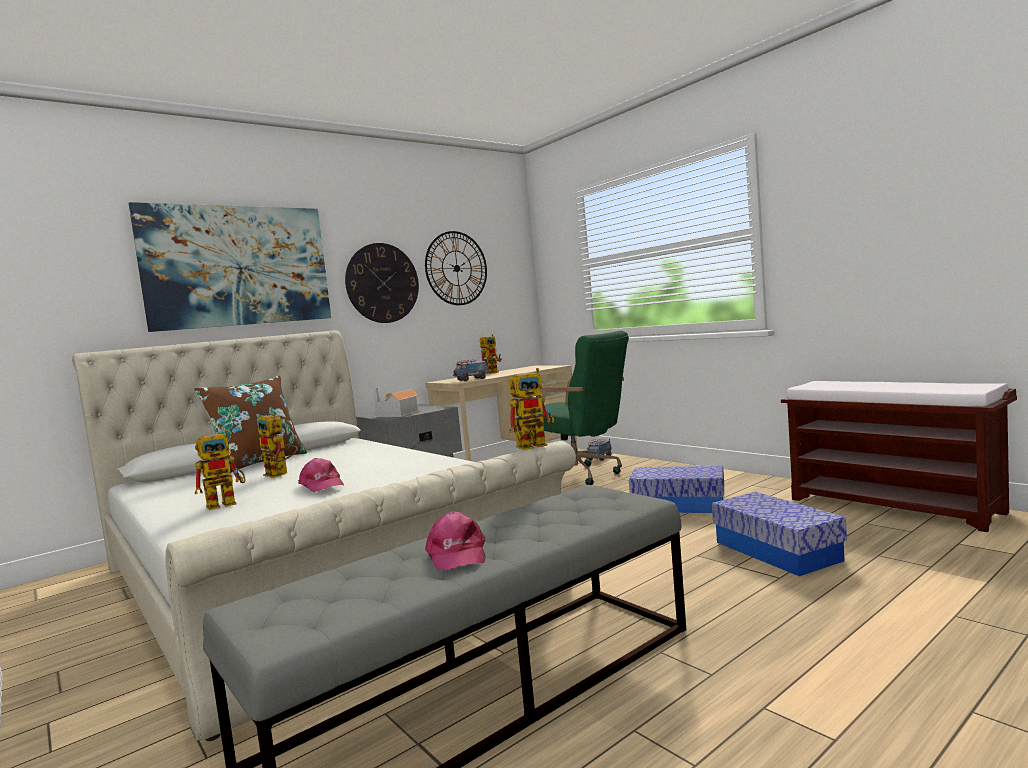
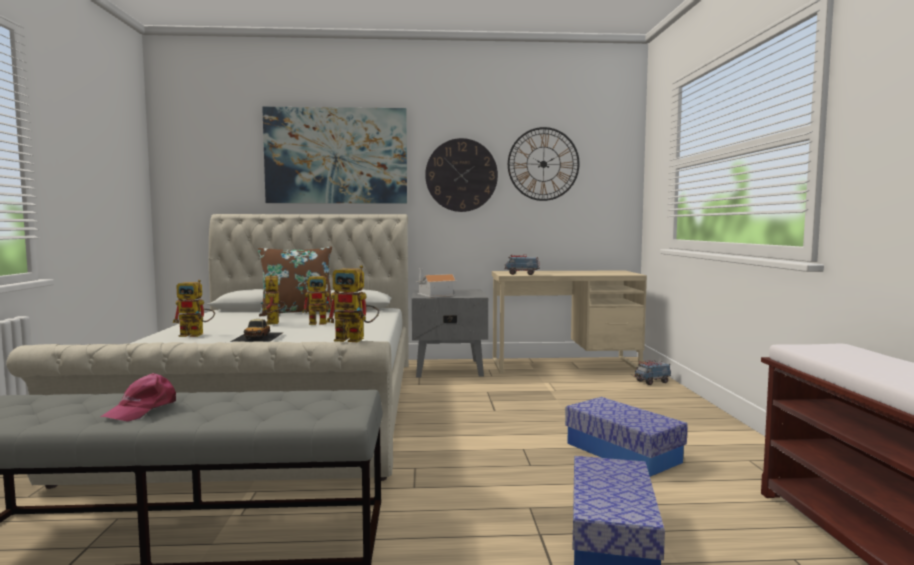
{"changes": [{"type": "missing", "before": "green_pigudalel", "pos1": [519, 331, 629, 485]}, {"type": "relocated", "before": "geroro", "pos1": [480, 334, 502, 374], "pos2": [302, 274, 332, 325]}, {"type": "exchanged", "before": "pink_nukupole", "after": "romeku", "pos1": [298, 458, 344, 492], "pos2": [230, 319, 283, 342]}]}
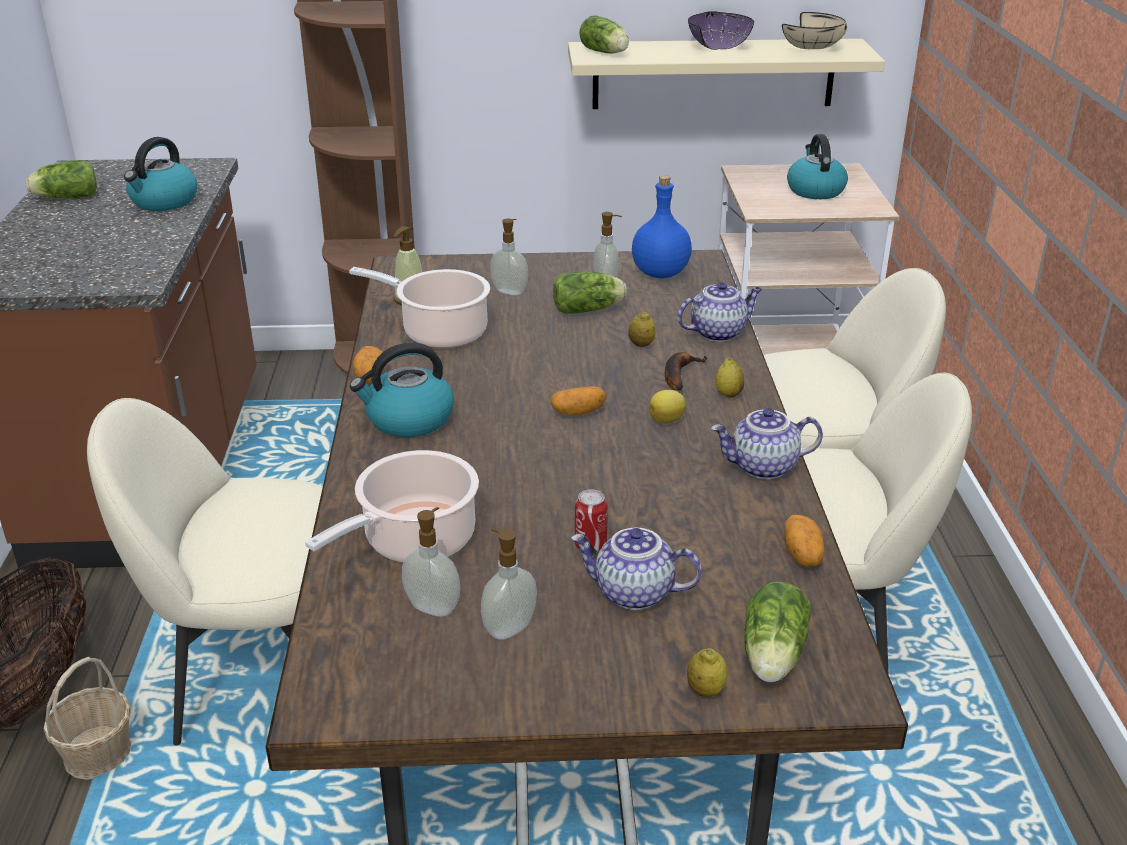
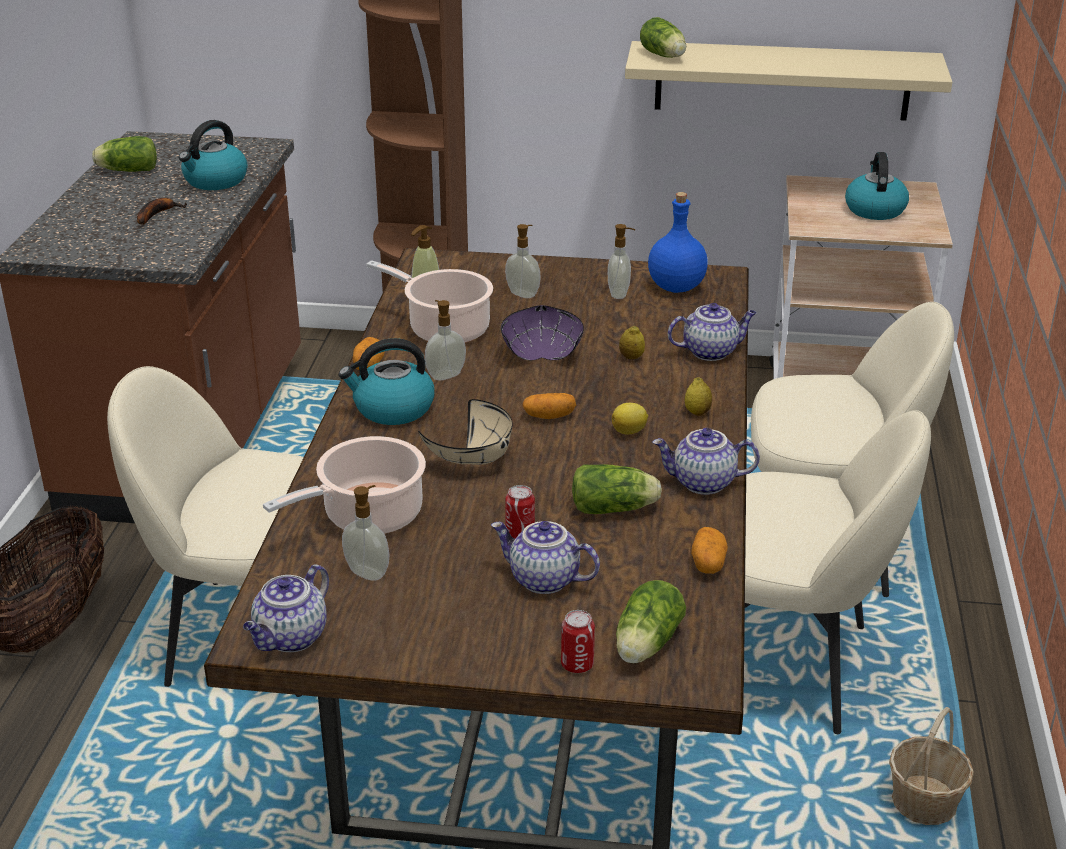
{"changes": [{"type": "relocated", "before": "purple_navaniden", "pos1": [688, 11, 754, 50], "pos2": [501, 305, 584, 360]}, {"type": "relocated", "before": "beige_navaniden", "pos1": [782, 12, 847, 49], "pos2": [418, 399, 512, 465]}, {"type": "relocated", "before": "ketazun", "pos1": [553, 272, 627, 314], "pos2": [572, 465, 662, 514]}, {"type": "relocated", "before": "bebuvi", "pos1": [665, 352, 708, 391], "pos2": [137, 198, 187, 225]}, {"type": "relocated", "before": "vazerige", "pos1": [481, 528, 537, 640], "pos2": [425, 300, 466, 380]}, {"type": "exchanged", "before": "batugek", "after": "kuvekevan", "pos1": [687, 648, 727, 697], "pos2": [561, 610, 595, 673]}, {"type": "relocated", "before": "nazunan", "pos1": [44, 657, 131, 780], "pos2": [889, 707, 974, 825]}, {"type": "appeared", "after": "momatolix", "pos2": [243, 564, 329, 652]}]}
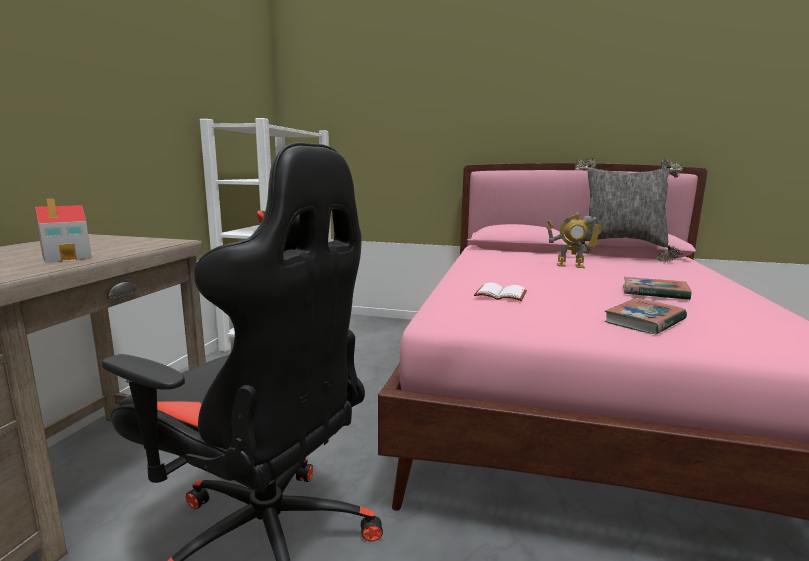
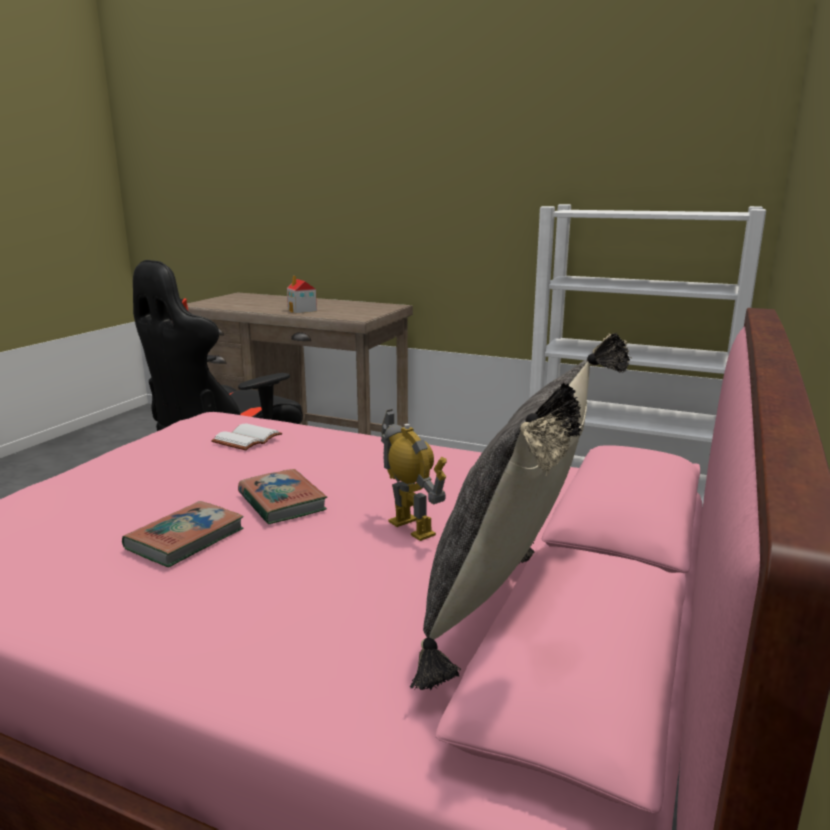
{"changes": [{"type": "spun", "before": "geroro", "pos1": [546, 209, 603, 268], "pos2": [381, 409, 447, 541], "turn": 120}, {"type": "relocated", "before": "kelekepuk", "pos1": [605, 298, 687, 334], "pos2": [238, 469, 327, 525]}]}
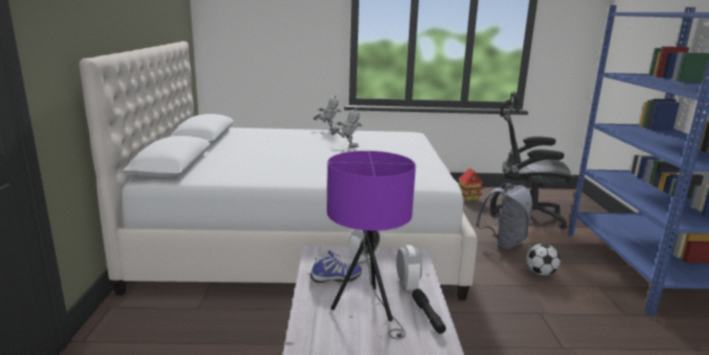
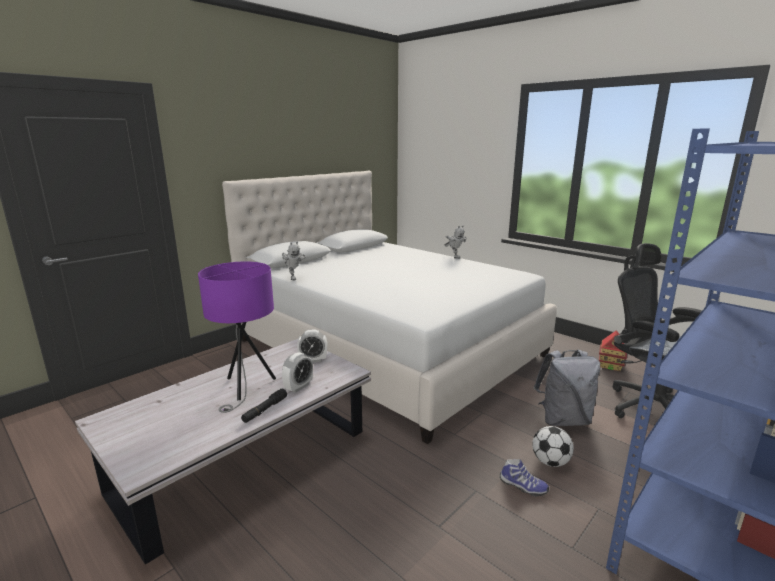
{"changes": [{"type": "relocated", "before": "geroro", "pos1": [330, 108, 363, 148], "pos2": [282, 242, 305, 281]}, {"type": "relocated", "before": "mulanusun", "pos1": [310, 250, 362, 283], "pos2": [500, 459, 549, 497]}]}
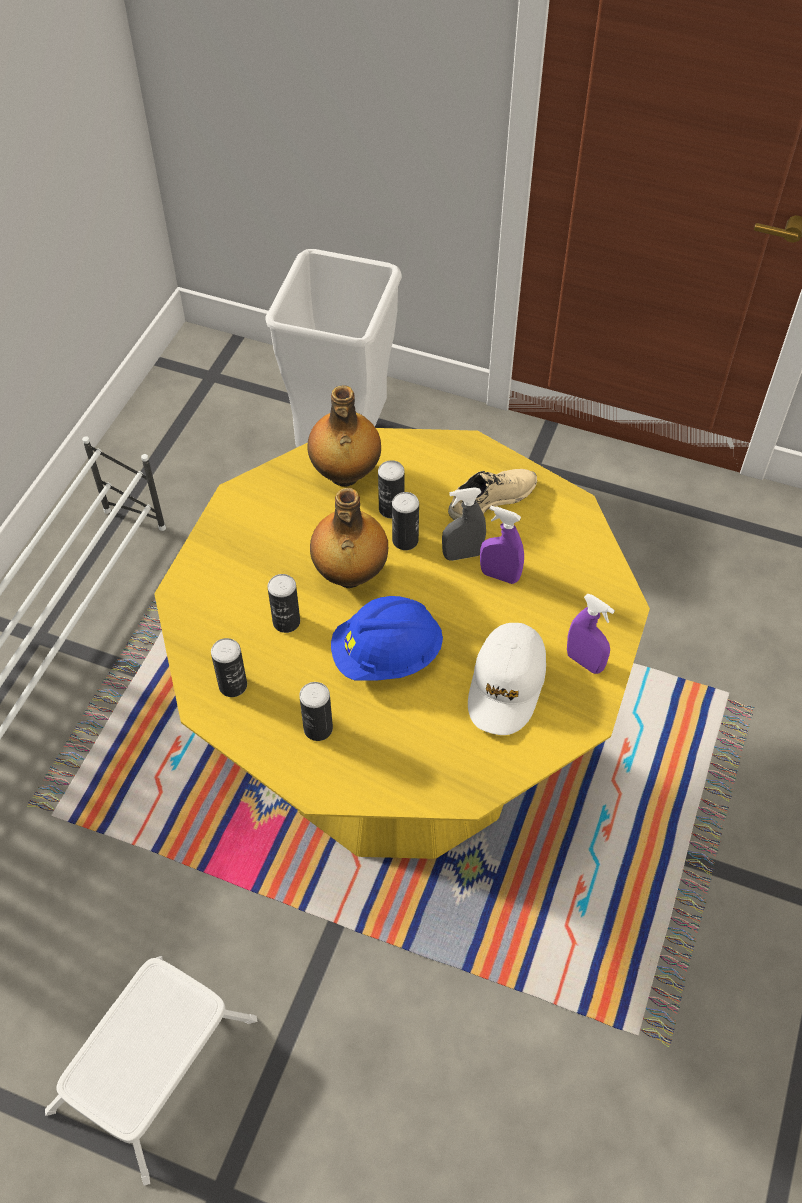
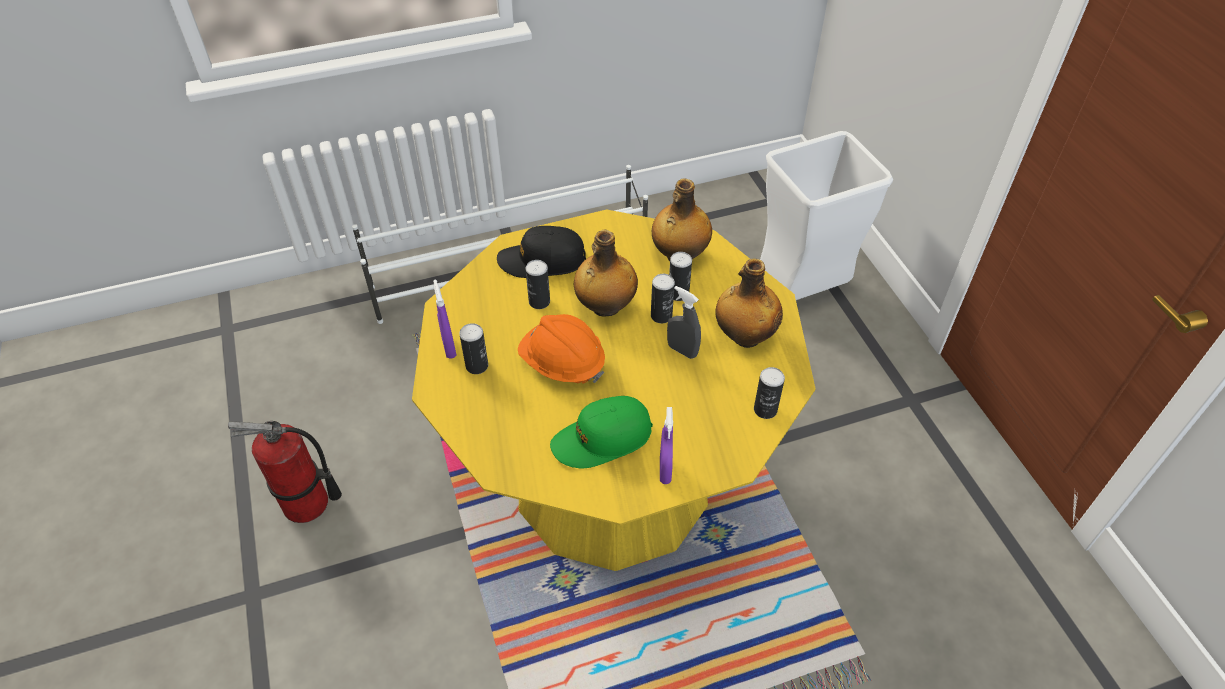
{"changes": [{"type": "exchanged", "before": "beige_mulanusun", "after": "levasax", "pos1": [448, 469, 537, 520], "pos2": [715, 258, 783, 348]}, {"type": "relocated", "before": "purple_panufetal", "pos1": [480, 506, 524, 584], "pos2": [433, 279, 456, 359]}, {"type": "colour", "before": "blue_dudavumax", "after": "orange_dudavumax", "pos1": [331, 596, 443, 681], "pos2": [518, 314, 605, 383]}, {"type": "colour", "before": "white_nukupole", "after": "green_nukupole", "pos1": [468, 623, 546, 735], "pos2": [550, 396, 653, 468]}, {"type": "relocated", "before": "kuvekevan", "pos1": [211, 638, 247, 697], "pos2": [754, 367, 785, 419]}, {"type": "exchanged", "before": "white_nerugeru", "after": "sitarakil", "pos1": [45, 956, 257, 1185], "pos2": [228, 421, 342, 523]}, {"type": "appeared", "after": "black_nukupole", "pos2": [497, 226, 586, 278]}]}
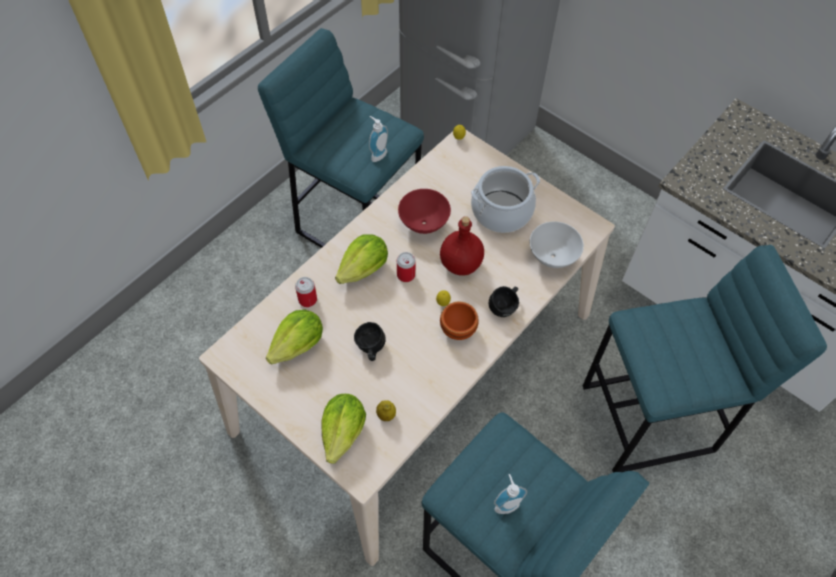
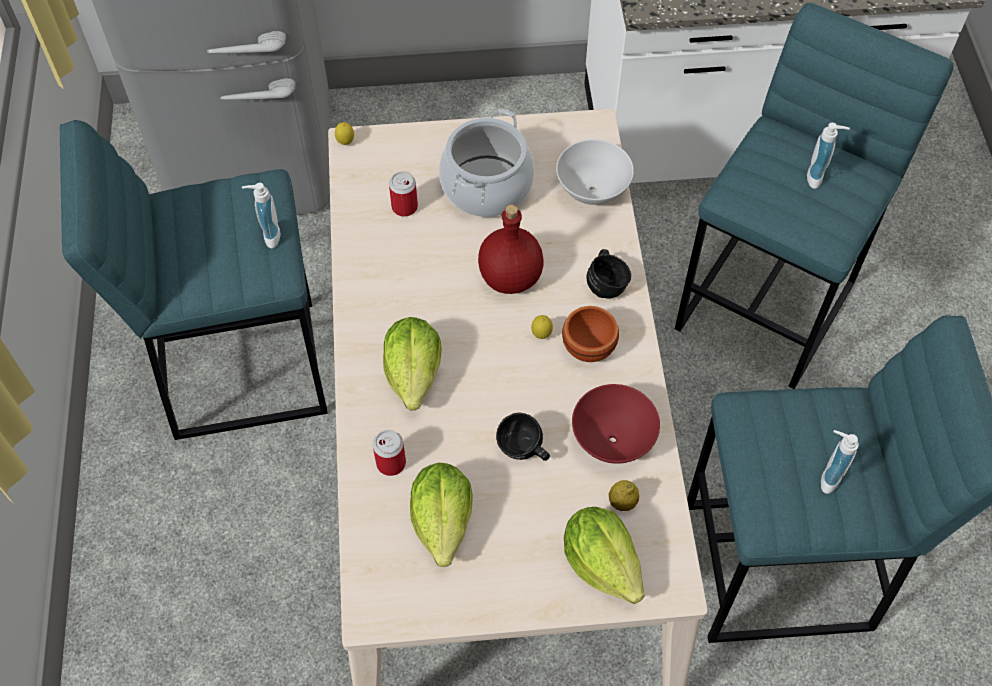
{"changes": [{"type": "relocated", "before": "red_navaniden", "pos1": [398, 189, 451, 234], "pos2": [572, 384, 660, 464]}, {"type": "relocated", "before": "kuvekevan", "pos1": [397, 252, 415, 282], "pos2": [389, 171, 418, 217]}, {"type": "appeared", "after": "vazerige", "pos2": [807, 123, 850, 189]}]}
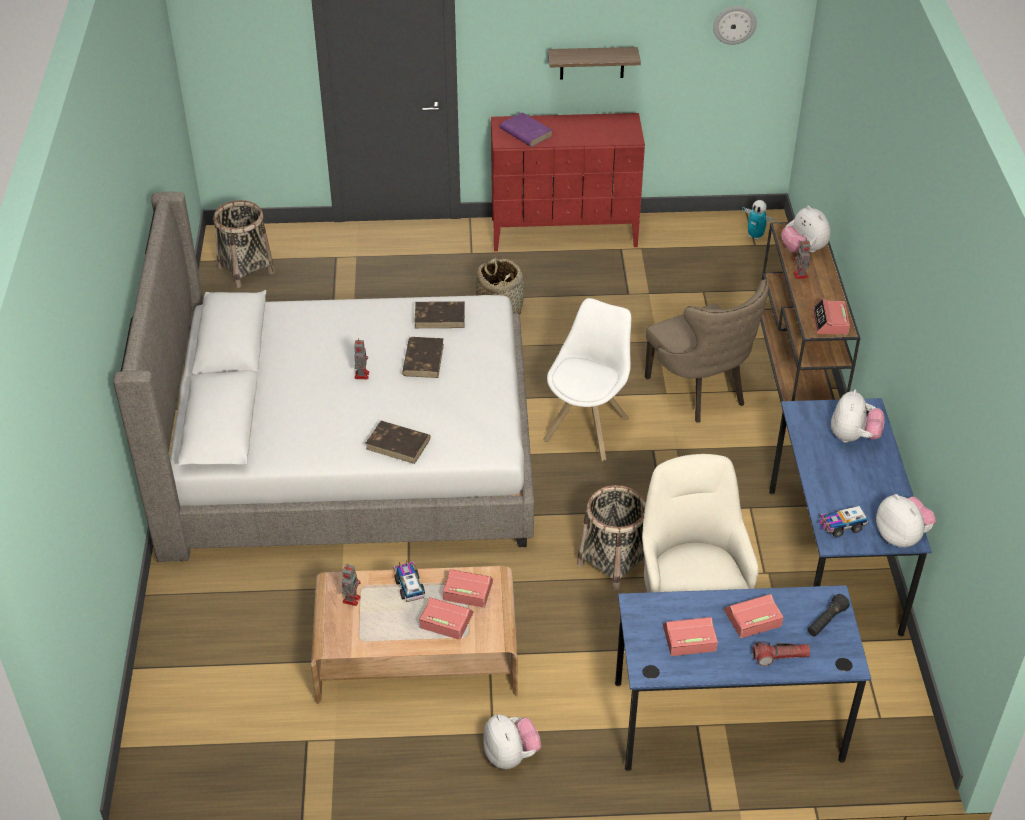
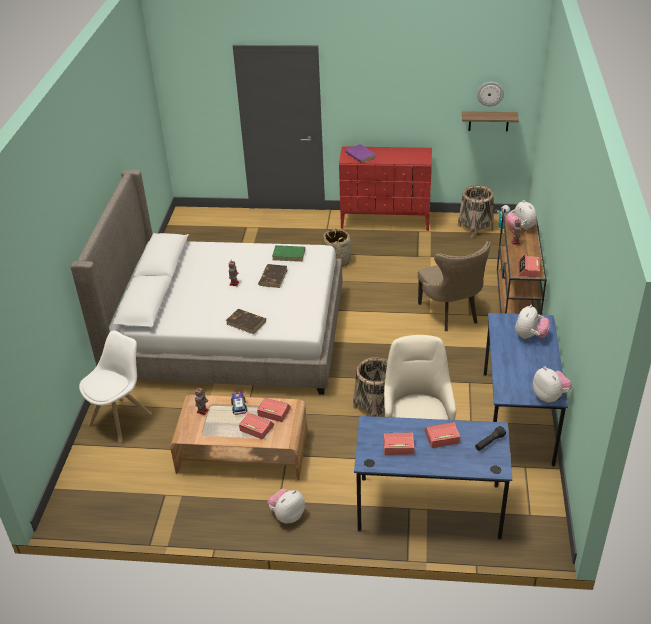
{"changes": [{"type": "relocated", "before": "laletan", "pos1": [548, 47, 641, 79], "pos2": [462, 111, 519, 131]}, {"type": "relocated", "before": "nazunan", "pos1": [213, 200, 275, 288], "pos2": [458, 185, 494, 238]}, {"type": "relocated", "before": "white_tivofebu", "pos1": [543, 298, 631, 461], "pos2": [79, 331, 152, 443]}, {"type": "colour", "before": "brown_kelekepuk", "after": "green_kelekepuk", "pos1": [414, 301, 465, 328], "pos2": [272, 245, 305, 262]}, {"type": "missing", "before": "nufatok", "pos1": [819, 506, 868, 538]}, {"type": "missing", "before": "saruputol", "pos1": [753, 641, 810, 666]}, {"type": "spun", "before": "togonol", "pos1": [484, 714, 541, 769], "pos2": [267, 489, 305, 523], "turn": -120}]}
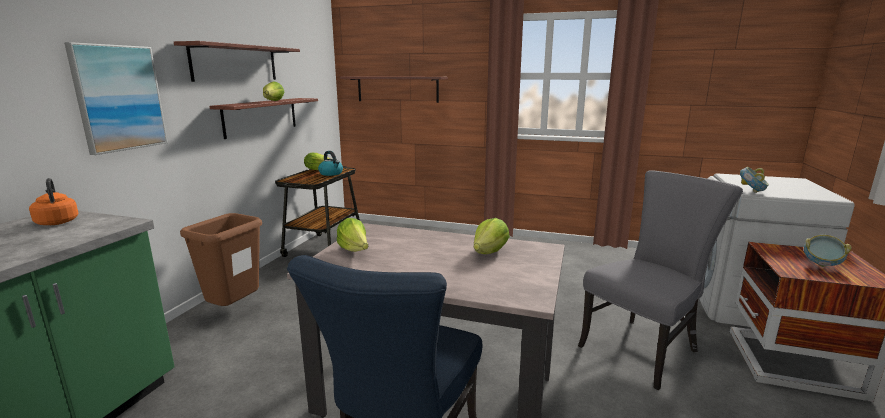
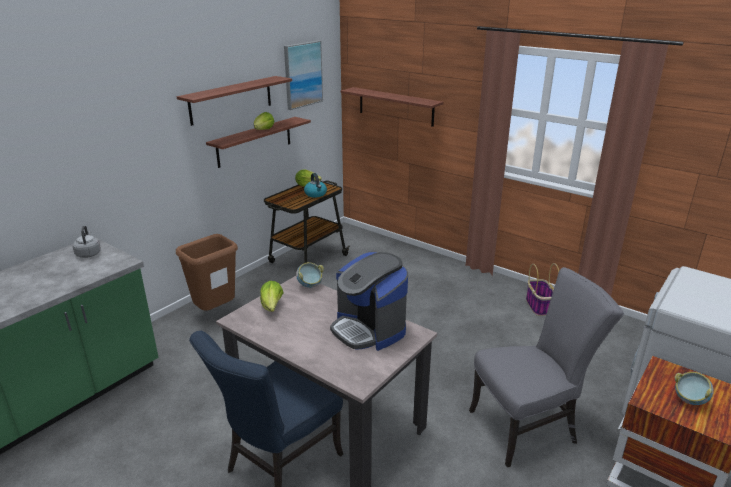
{"changes": [{"type": "relocated", "before": "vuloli", "pos1": [64, 42, 168, 155], "pos2": [284, 41, 323, 110]}, {"type": "relocated", "before": "navaniden", "pos1": [740, 167, 769, 193], "pos2": [296, 262, 324, 288]}, {"type": "colour", "before": "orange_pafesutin", "after": "grey_pafesutin", "pos1": [29, 178, 78, 225], "pos2": [73, 225, 101, 258]}, {"type": "exchanged", "before": "ketazun", "after": "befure", "pos1": [474, 218, 510, 254], "pos2": [330, 252, 408, 351]}, {"type": "appeared", "after": "nazunan", "pos2": [526, 263, 559, 316]}]}
